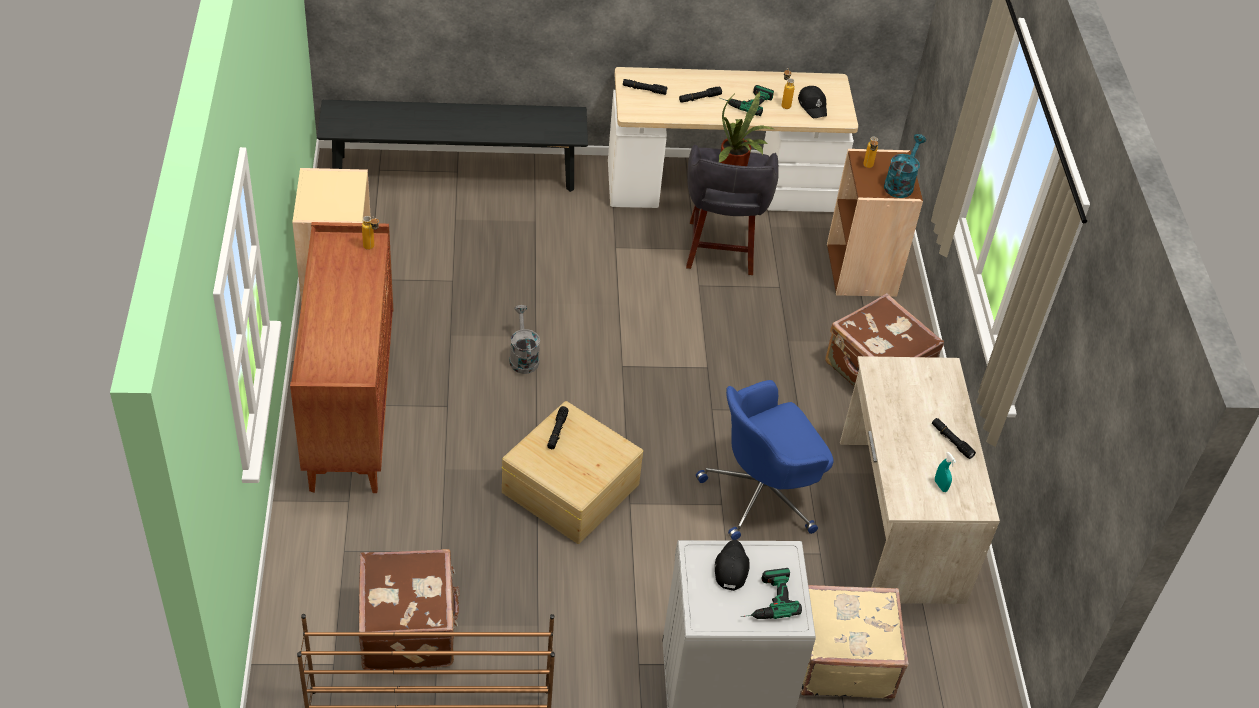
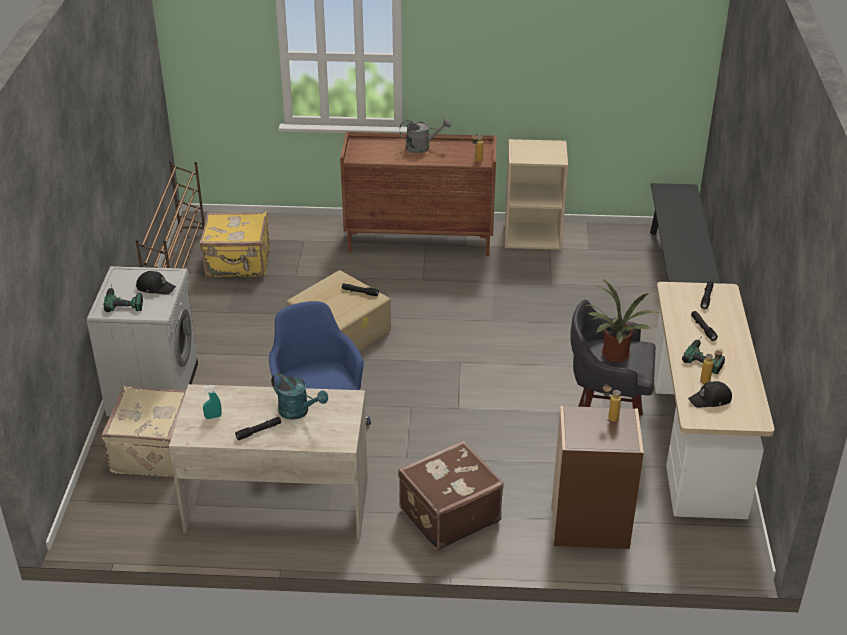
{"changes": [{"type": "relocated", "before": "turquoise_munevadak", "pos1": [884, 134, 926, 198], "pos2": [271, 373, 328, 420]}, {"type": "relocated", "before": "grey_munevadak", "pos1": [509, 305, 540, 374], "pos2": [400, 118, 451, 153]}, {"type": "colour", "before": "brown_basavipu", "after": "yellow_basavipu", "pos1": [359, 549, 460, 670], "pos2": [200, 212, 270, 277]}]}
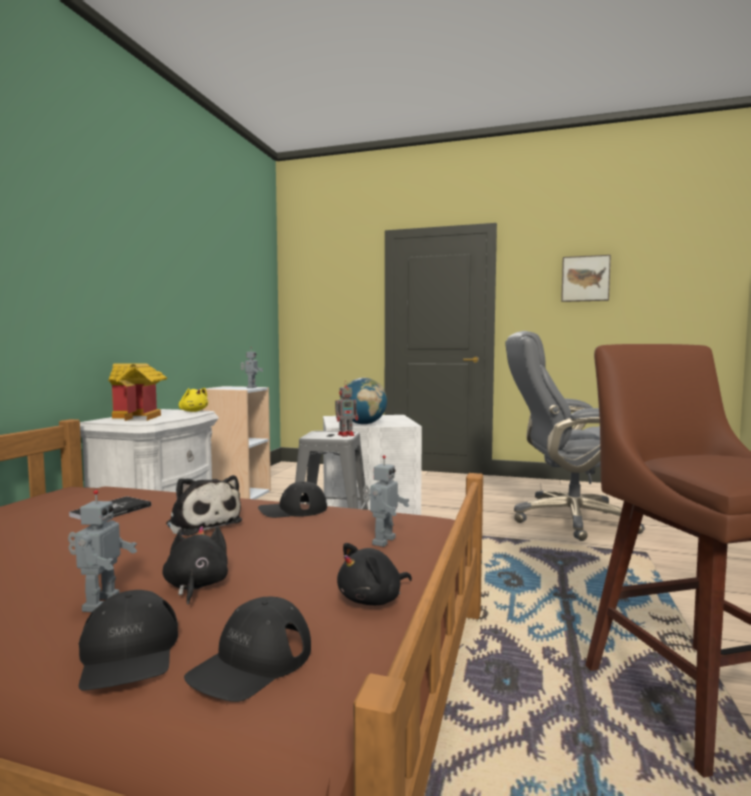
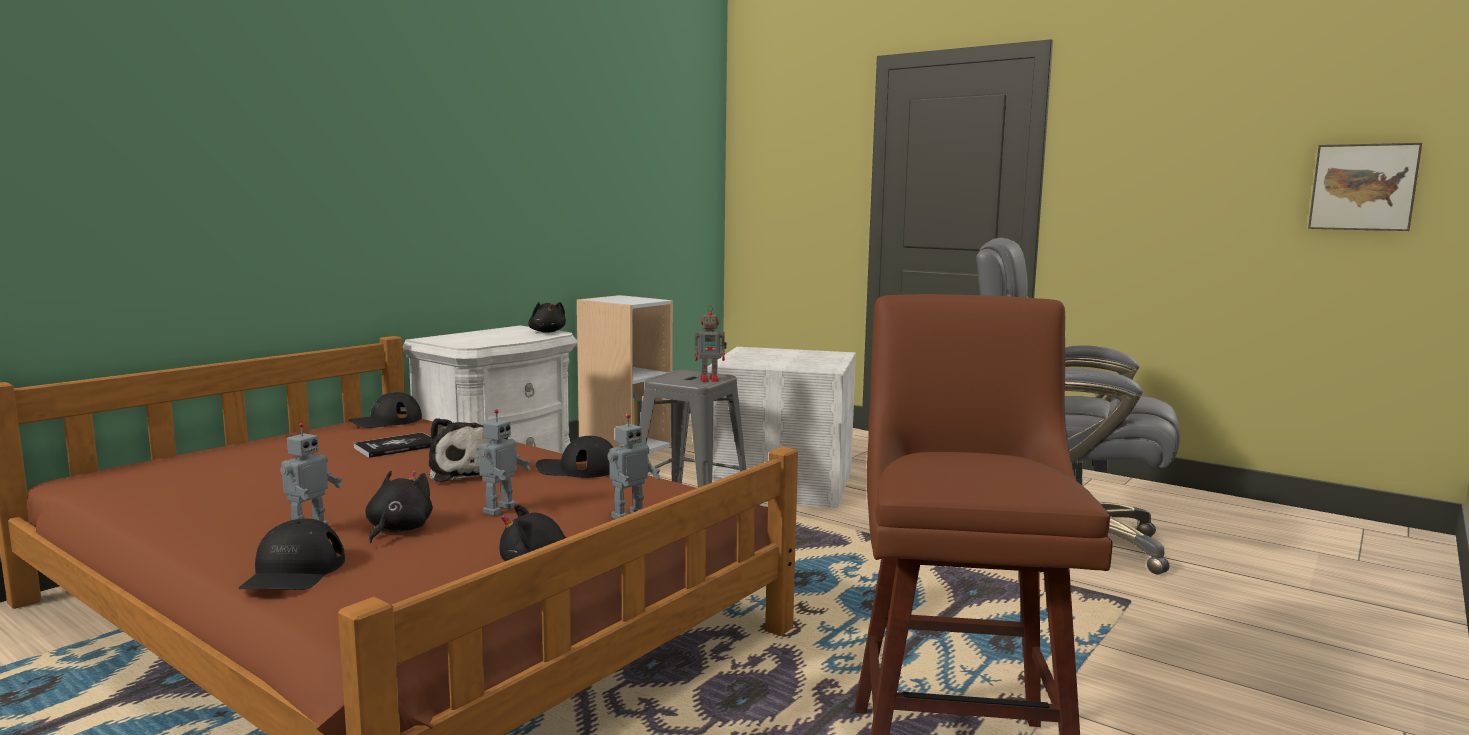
{"changes": [{"type": "relocated", "before": "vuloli", "pos1": [561, 255, 611, 302], "pos2": [1308, 143, 1422, 231]}, {"type": "relocated", "before": "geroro", "pos1": [241, 347, 263, 388], "pos2": [476, 409, 530, 516]}, {"type": "missing", "before": "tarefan", "pos1": [108, 364, 167, 421]}, {"type": "missing", "before": "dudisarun", "pos1": [340, 378, 387, 425]}, {"type": "colour", "before": "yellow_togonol", "after": "black_togonol", "pos1": [179, 388, 208, 412], "pos2": [528, 302, 566, 333]}, {"type": "relocated", "before": "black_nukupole", "pos1": [184, 597, 311, 702], "pos2": [349, 392, 422, 428]}]}
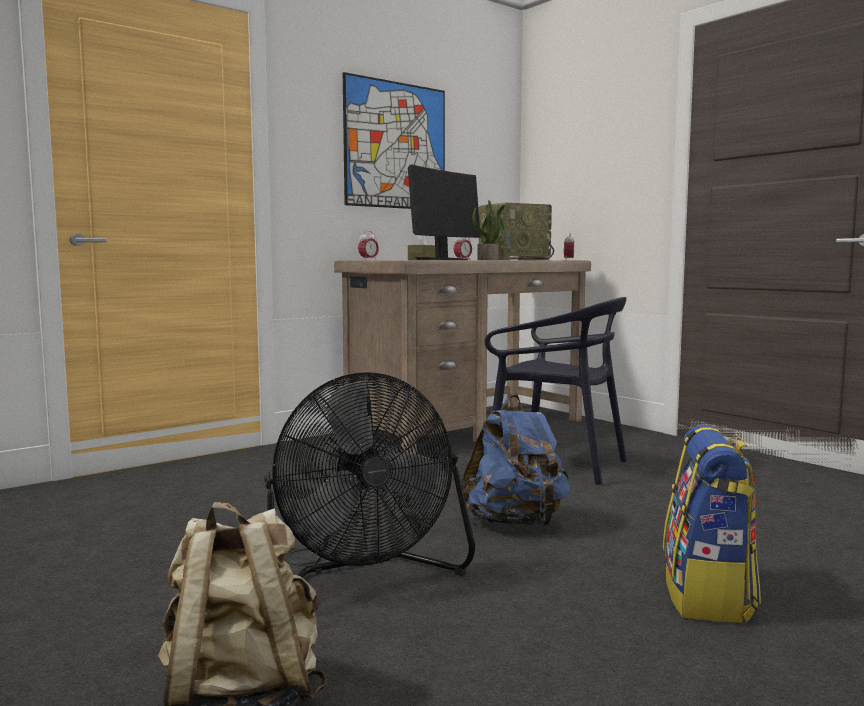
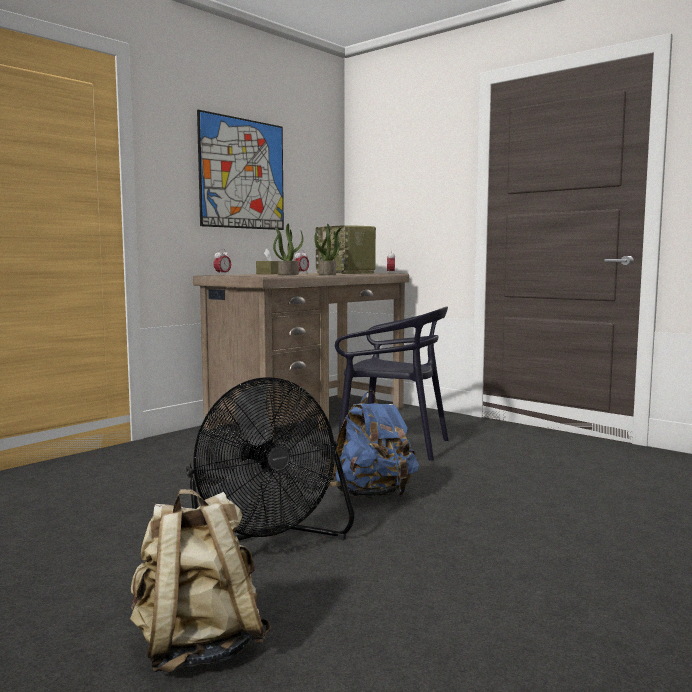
{"changes": [{"type": "exchanged", "before": "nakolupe", "after": "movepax", "pos1": [408, 164, 481, 260], "pos2": [273, 224, 303, 275]}, {"type": "spun", "before": "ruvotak", "pos1": [479, 203, 554, 260], "pos2": [316, 225, 376, 274], "turn": 90}, {"type": "missing", "before": "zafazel", "pos1": [663, 425, 761, 623]}]}
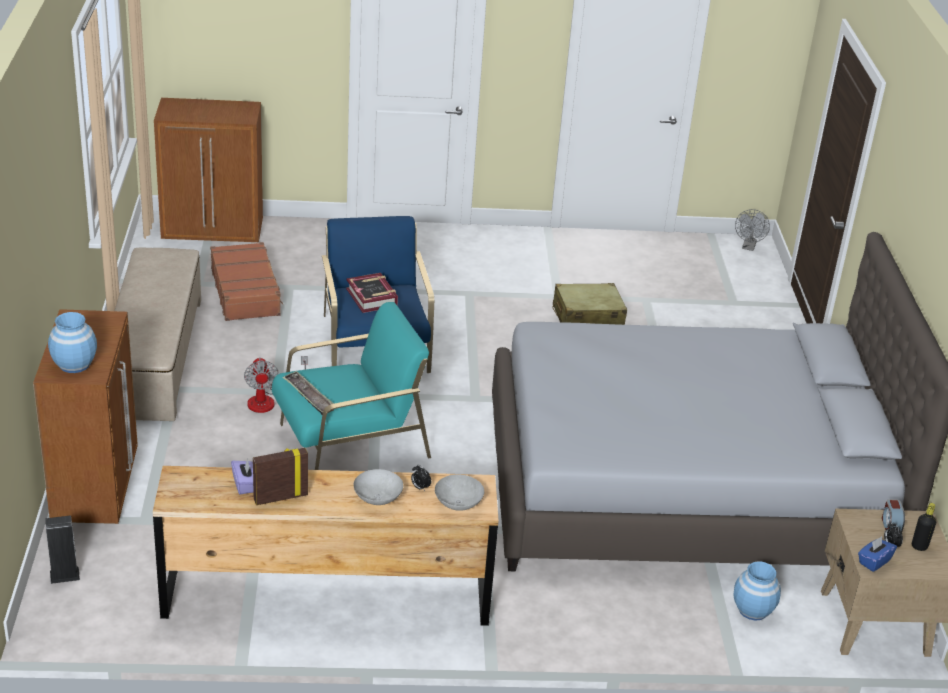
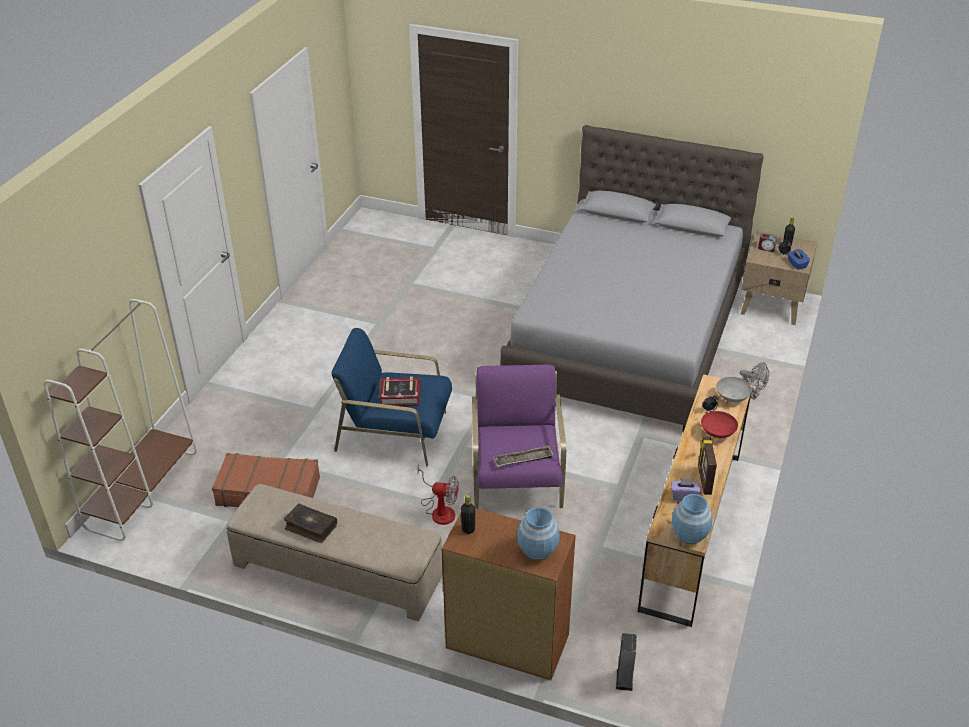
{"changes": [{"type": "exchanged", "before": "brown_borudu", "after": "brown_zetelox", "pos1": [154, 98, 263, 242], "pos2": [44, 299, 197, 541]}, {"type": "relocated", "before": "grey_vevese", "pos1": [735, 209, 770, 251], "pos2": [740, 362, 769, 400]}, {"type": "missing", "before": "beige_basavipu", "pos1": [552, 283, 627, 325]}, {"type": "colour", "before": "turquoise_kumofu", "after": "purple_kumofu", "pos1": [272, 302, 431, 470], "pos2": [472, 365, 566, 509]}, {"type": "colour", "before": "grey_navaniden", "after": "red_navaniden", "pos1": [354, 469, 403, 505], "pos2": [701, 411, 738, 438]}, {"type": "relocated", "before": "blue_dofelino", "pos1": [734, 561, 781, 620], "pos2": [672, 494, 713, 544]}, {"type": "appeared", "after": "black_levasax", "pos2": [461, 495, 475, 534]}, {"type": "appeared", "after": "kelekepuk", "pos2": [284, 503, 337, 543]}]}
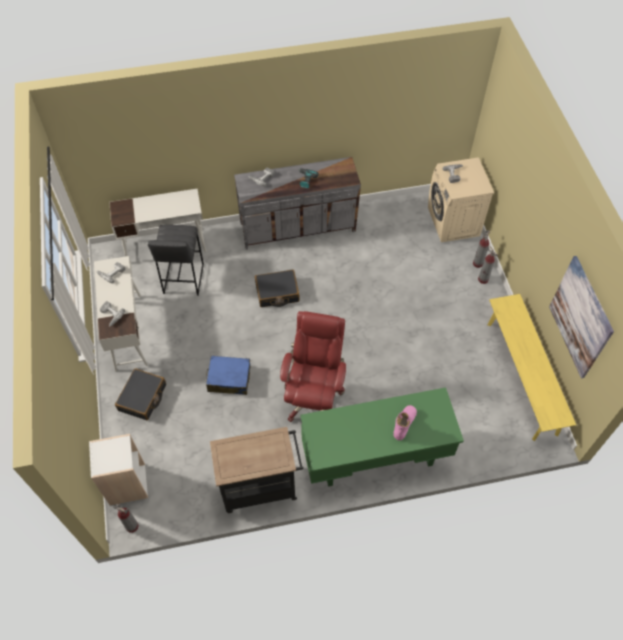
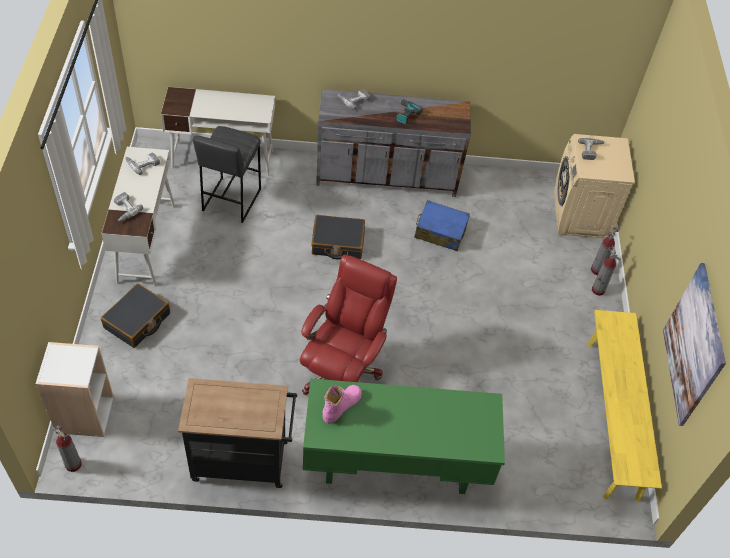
{"changes": [{"type": "relocated", "before": "blue_basavipu", "pos1": [206, 356, 250, 395], "pos2": [414, 200, 470, 251]}, {"type": "relocated", "before": "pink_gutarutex", "pos1": [393, 405, 417, 441], "pos2": [323, 385, 361, 424]}]}
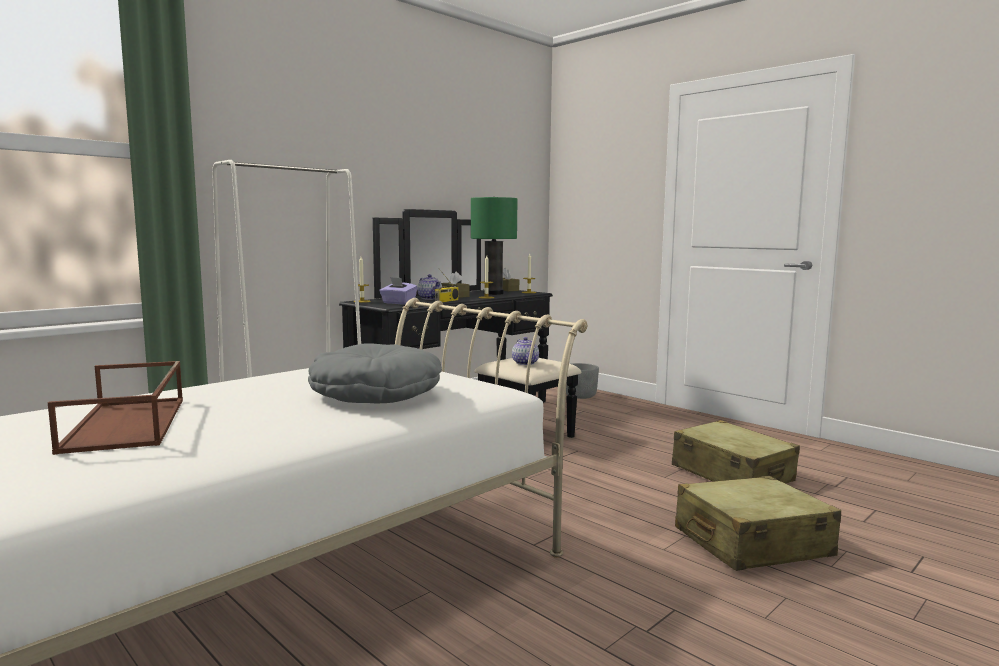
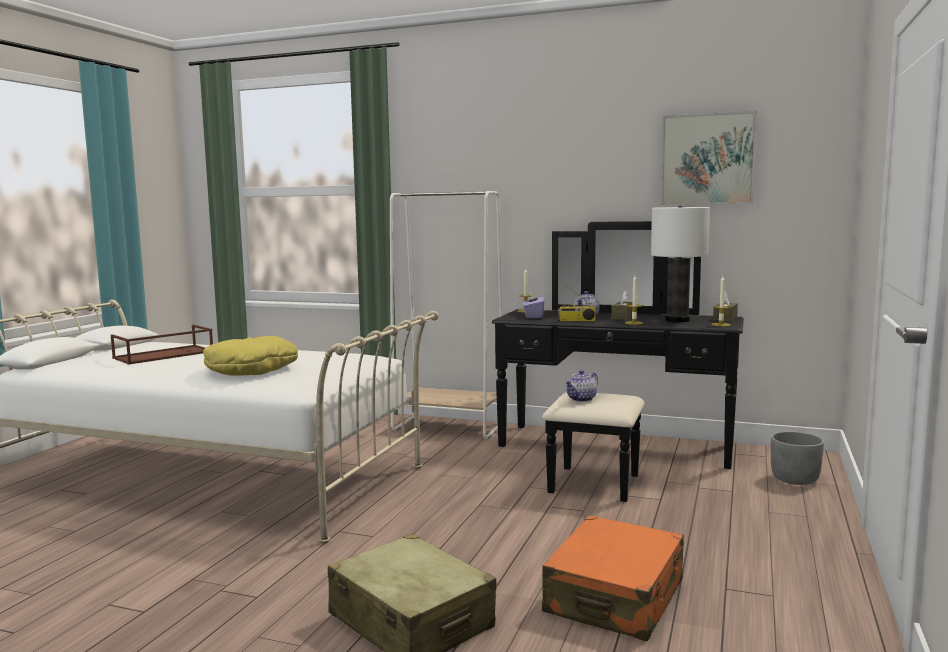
{"changes": [{"type": "colour", "before": "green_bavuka", "after": "white_bavuka", "pos1": [471, 197, 517, 295], "pos2": [651, 206, 710, 322]}, {"type": "colour", "before": "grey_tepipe", "after": "yellow_tepipe", "pos1": [308, 343, 442, 404], "pos2": [203, 336, 298, 376]}, {"type": "colour", "before": "beige_basavipu", "after": "orange_basavipu", "pos1": [672, 420, 800, 484], "pos2": [542, 515, 684, 641]}, {"type": "appeared", "after": "vuloli", "pos2": [660, 111, 757, 205]}]}
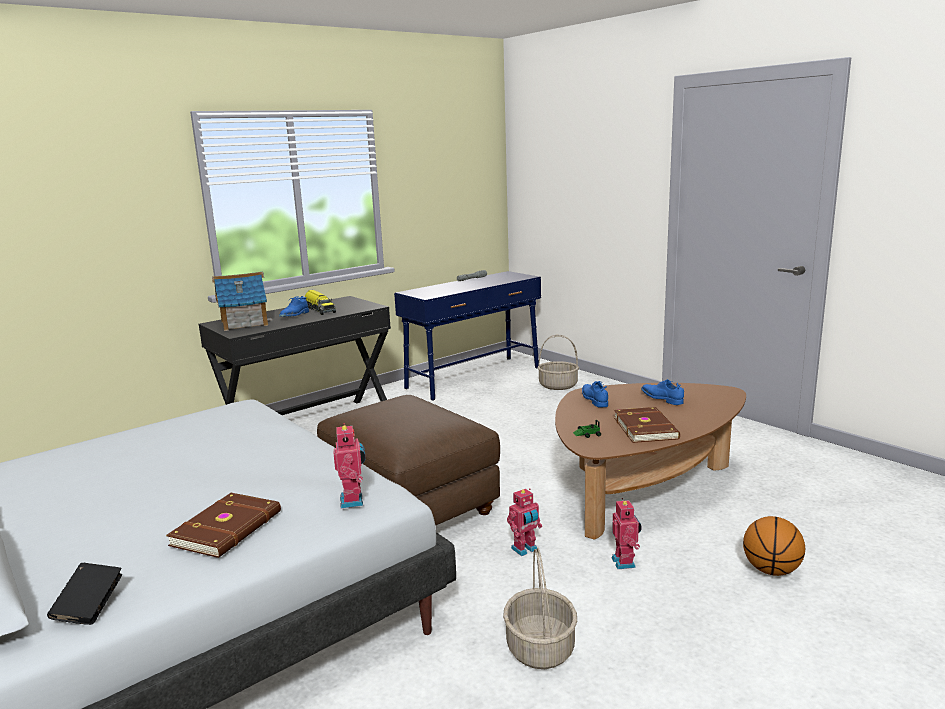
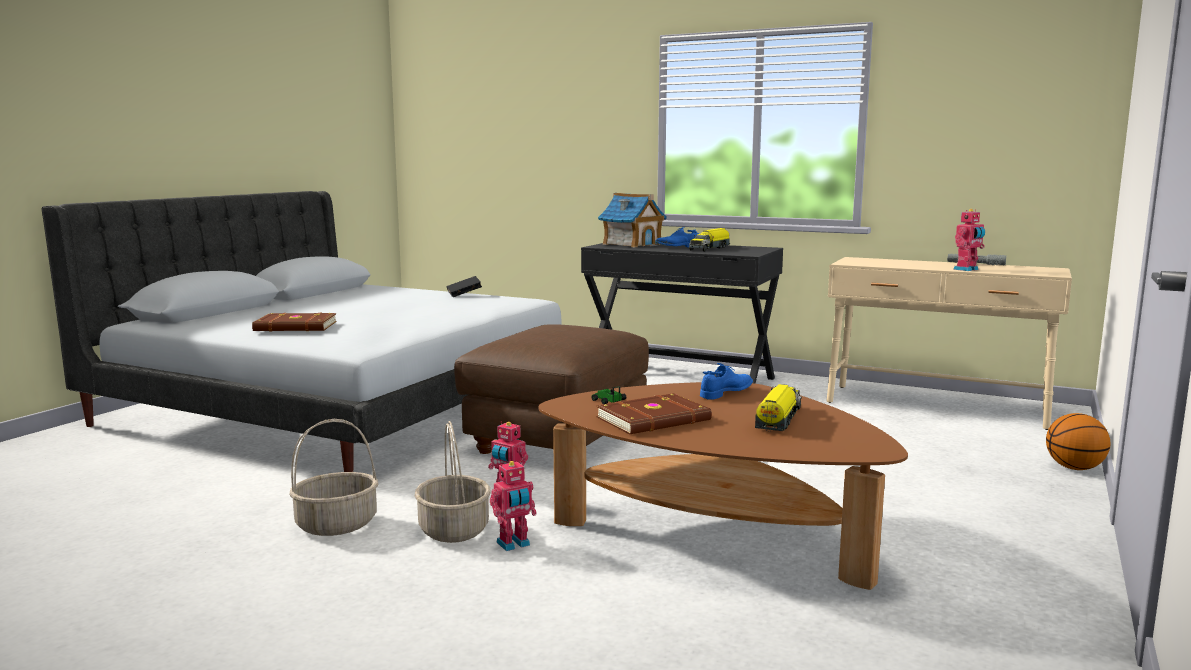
{"changes": [{"type": "colour", "before": "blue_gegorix", "after": "beige_gegorix", "pos1": [394, 271, 541, 401], "pos2": [827, 257, 1072, 430]}, {"type": "relocated", "before": "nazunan", "pos1": [537, 335, 579, 390], "pos2": [415, 421, 491, 543]}, {"type": "exchanged", "before": "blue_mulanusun", "after": "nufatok", "pos1": [641, 379, 684, 405], "pos2": [755, 384, 802, 431]}, {"type": "relocated", "before": "geroro", "pos1": [334, 423, 366, 508], "pos2": [953, 209, 985, 271]}, {"type": "relocated", "before": "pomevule", "pos1": [743, 516, 805, 576], "pos2": [1046, 413, 1110, 470]}, {"type": "relocated", "before": "black_kelekepuk", "pos1": [47, 563, 122, 625], "pos2": [446, 276, 482, 297]}]}
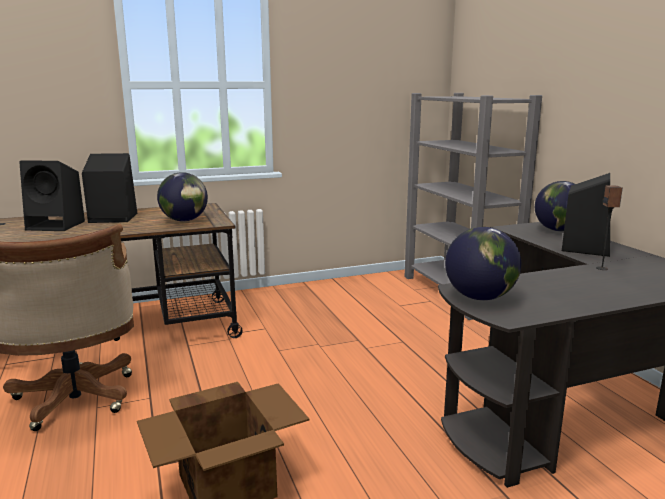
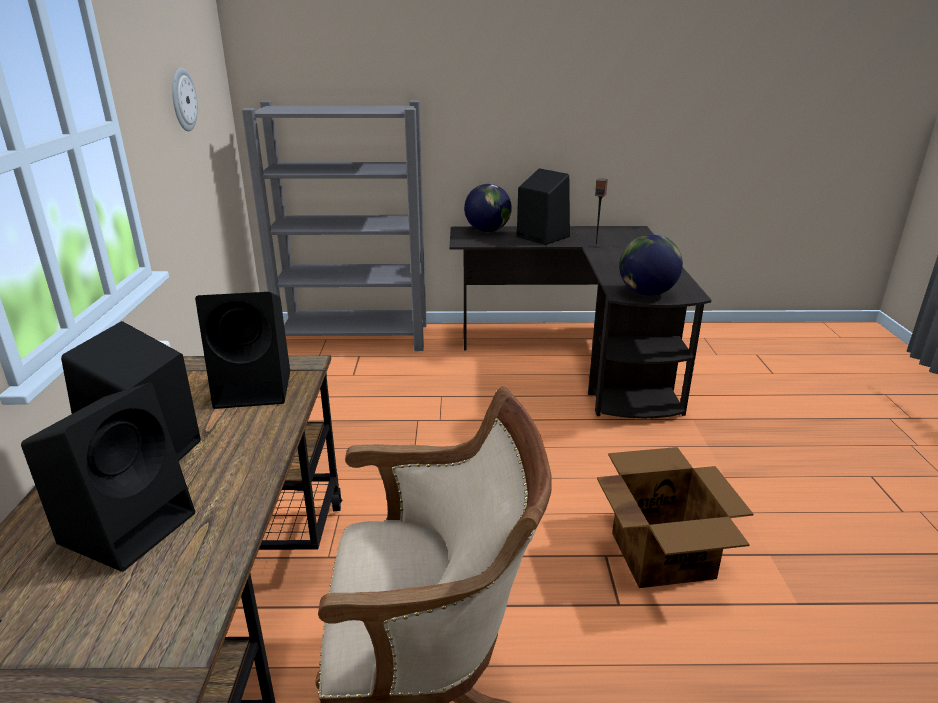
{"changes": [{"type": "exchanged", "before": "dudisarun", "after": "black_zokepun", "pos1": [157, 172, 208, 221], "pos2": [195, 292, 290, 409]}, {"type": "appeared", "after": "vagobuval", "pos2": [172, 68, 198, 131]}]}
